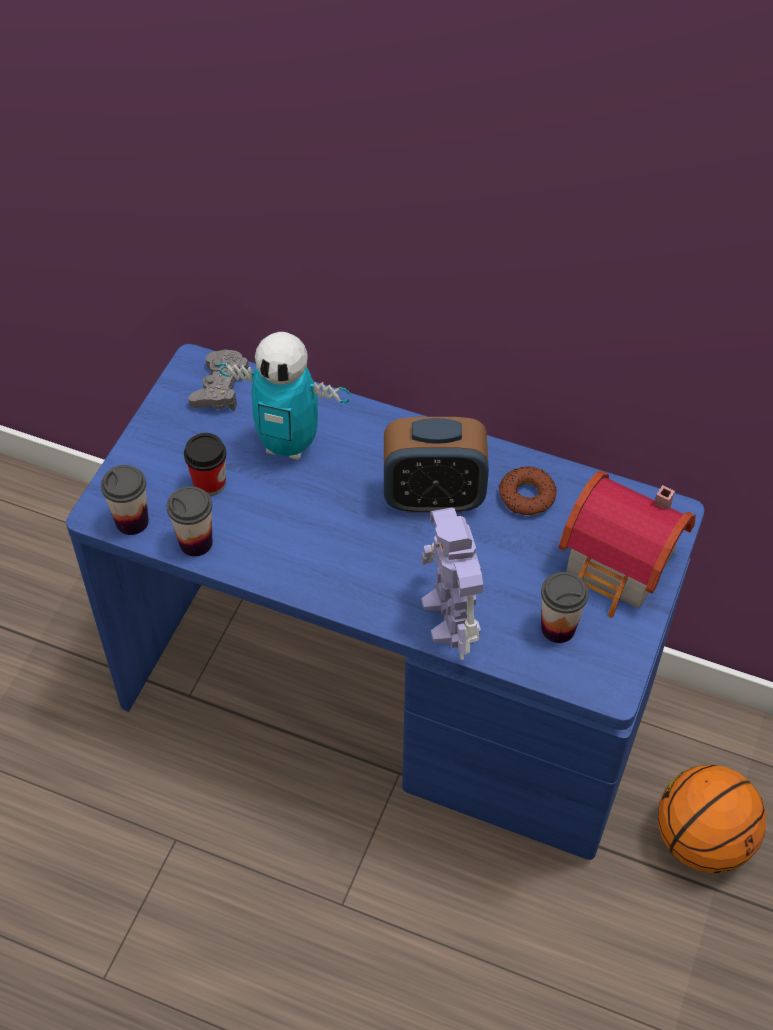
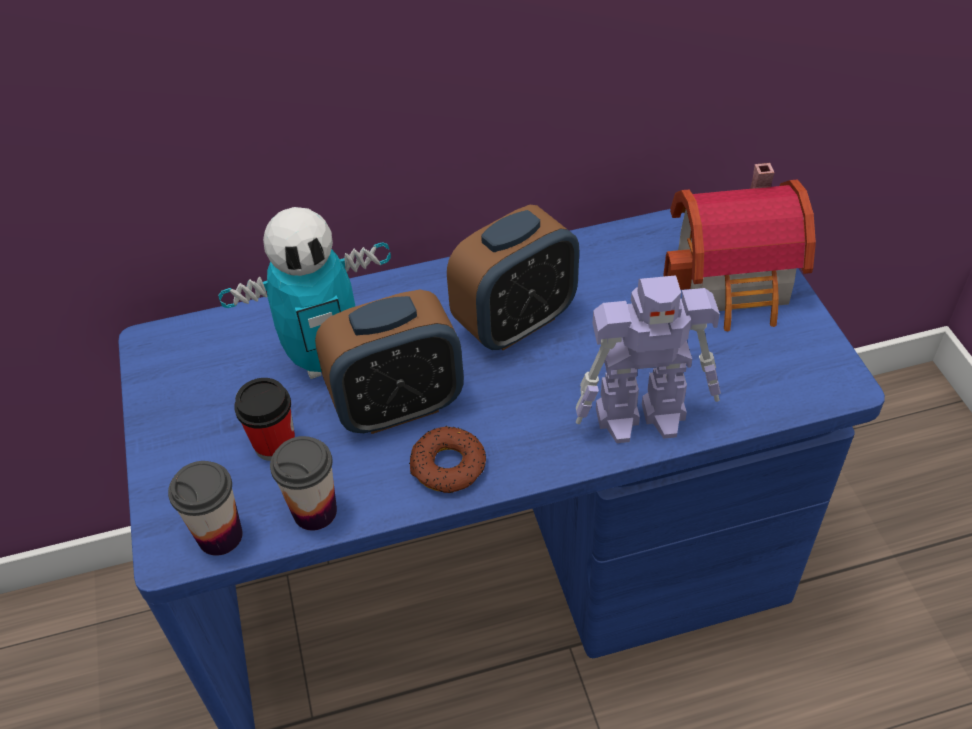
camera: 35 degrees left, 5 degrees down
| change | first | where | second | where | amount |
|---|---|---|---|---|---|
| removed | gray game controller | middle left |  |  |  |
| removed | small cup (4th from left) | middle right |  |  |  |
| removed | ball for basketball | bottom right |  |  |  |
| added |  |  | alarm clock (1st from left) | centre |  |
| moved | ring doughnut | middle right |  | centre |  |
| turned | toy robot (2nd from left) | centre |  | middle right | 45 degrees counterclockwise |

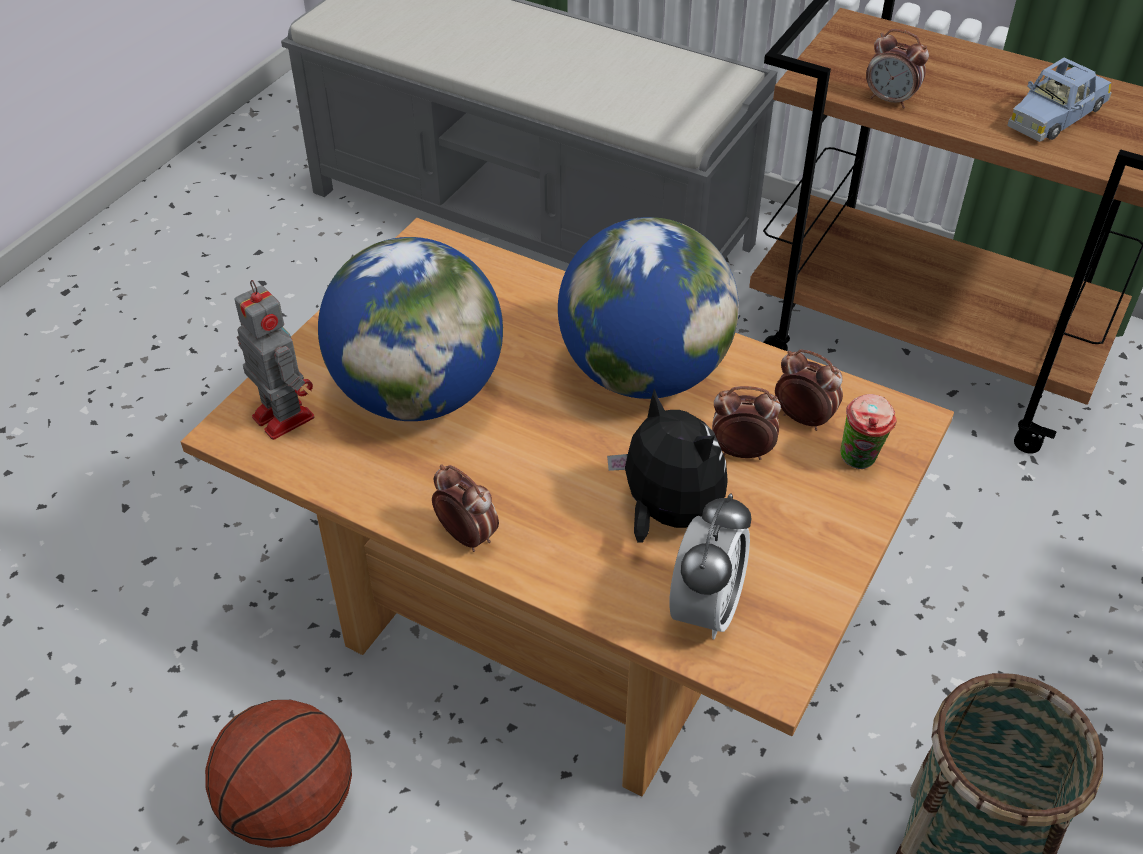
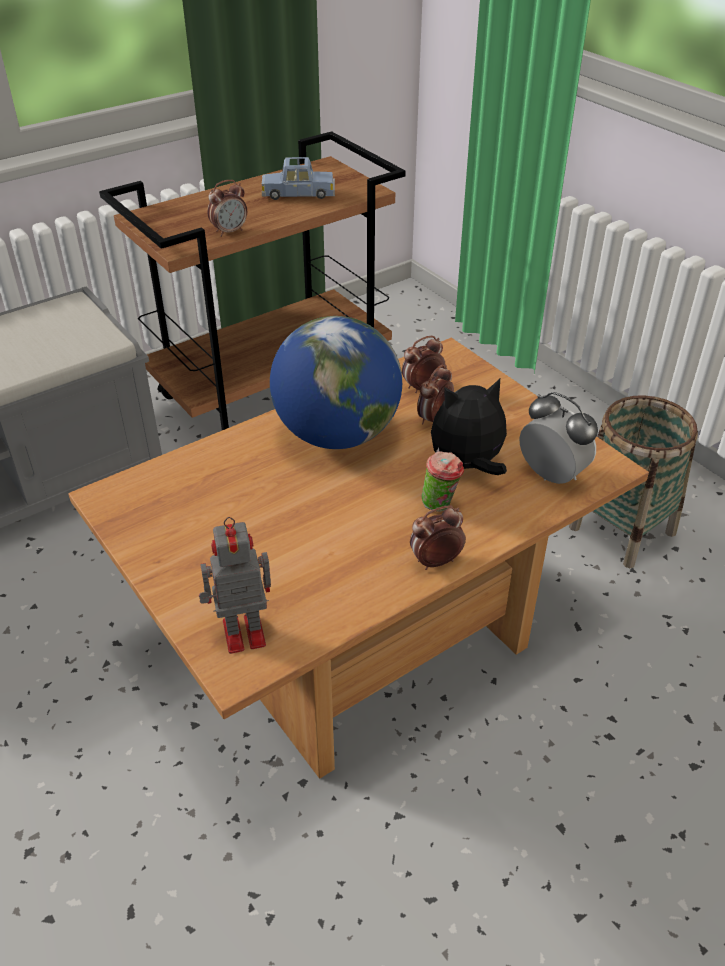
camera: 65 degrees left, 5 degrees down
| change | first | where | second | where | amount |
|---|---|---|---|---|---|
| removed | ball for basketball | bottom left |  |  |  |
| removed | desk globe (1st from left) | centre |  |  |  |
| moved | small cup | middle right |  | centre |  |
| turned | blue toy car | top right |  | top centre | 105 degrees clockwise |

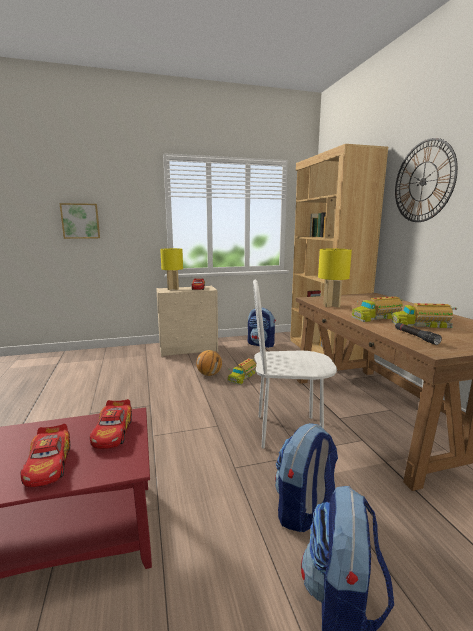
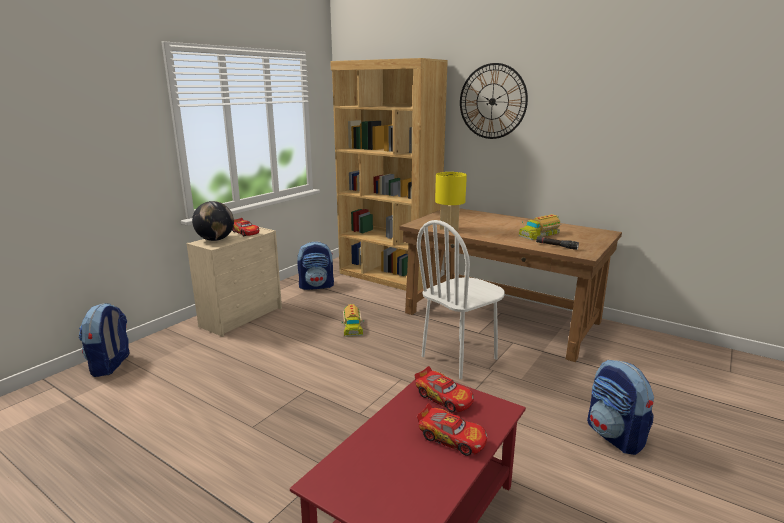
camera: 40 degrees left, 5 degrees up
| change | first | where | second | where | amount |
|---|---|---|---|---|---|
| removed | wall picture | middle left |  |  |  |
| removed | ball for basketball | centre |  |  |  |
| removed | toy truck (2nd from left) | middle right |  |  |  |
| moved | rucksack (2nd from left in the first image) | bottom centre | rucksack (1st from left) | middle left |  |
| replaced | yellow-coloured table lamp (1st from left) | centre | desk globe | middle left |  |

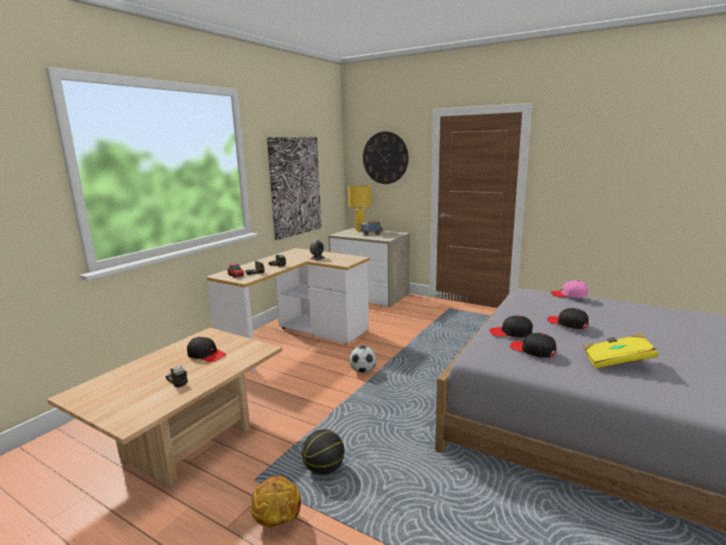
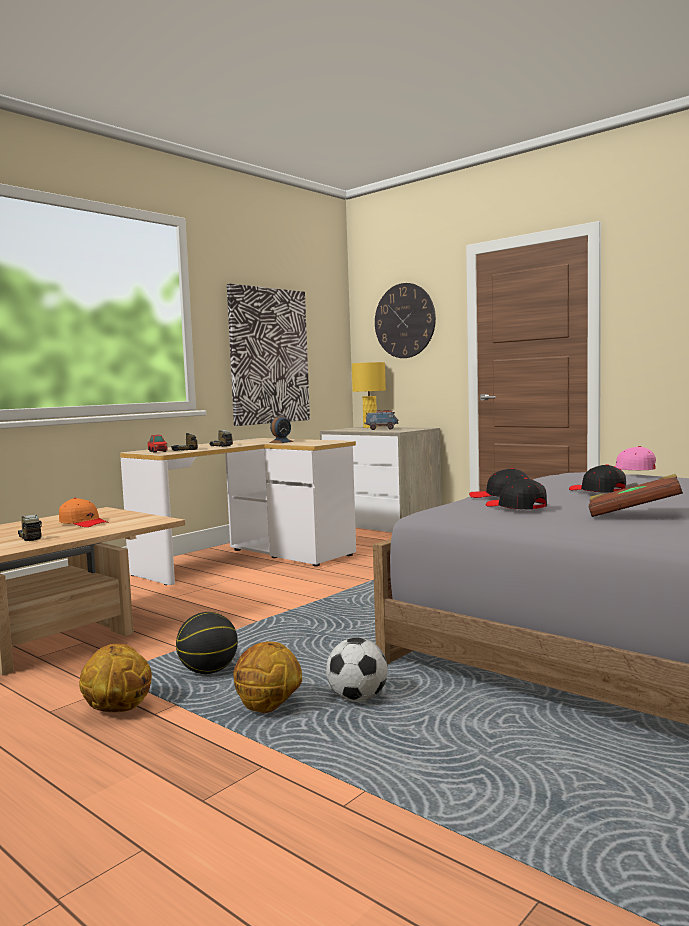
camera: 10 degrees right, 10 degrees down
| change | first | where | second | where | amount |
|---|---|---|---|---|---|
| added |  |  | ball for basketball (3rd from left) | bottom centre |  |
| moved | ball for football | centre |  | bottom centre |  |
| recoloured | black cap (1st from left) | middle left | orangey cap | middle left |  |
| recoloured | yellow-coloured bound book | middle right | brown bound book | middle right |  |

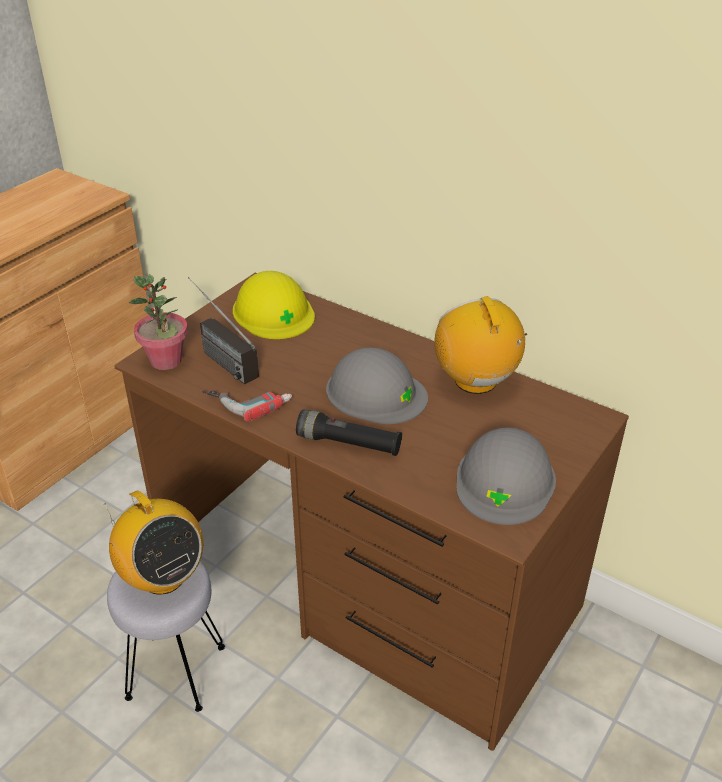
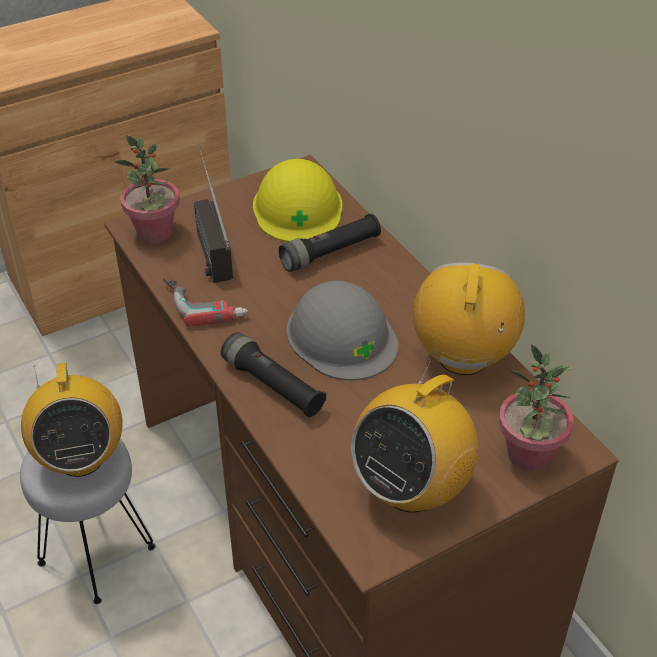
camera: 25 degrees right, 5 degrees up
| change | first | where | second | where | amount |
|---|---|---|---|---|---|
| added |  |  | black torch (2nd from left) | centre |  |
| added |  |  | potted plant (2nd from left) | middle right |  |
| replaced | gray hard hat (2nd from left) | middle right | radio set (3rd from left) | centre |  |

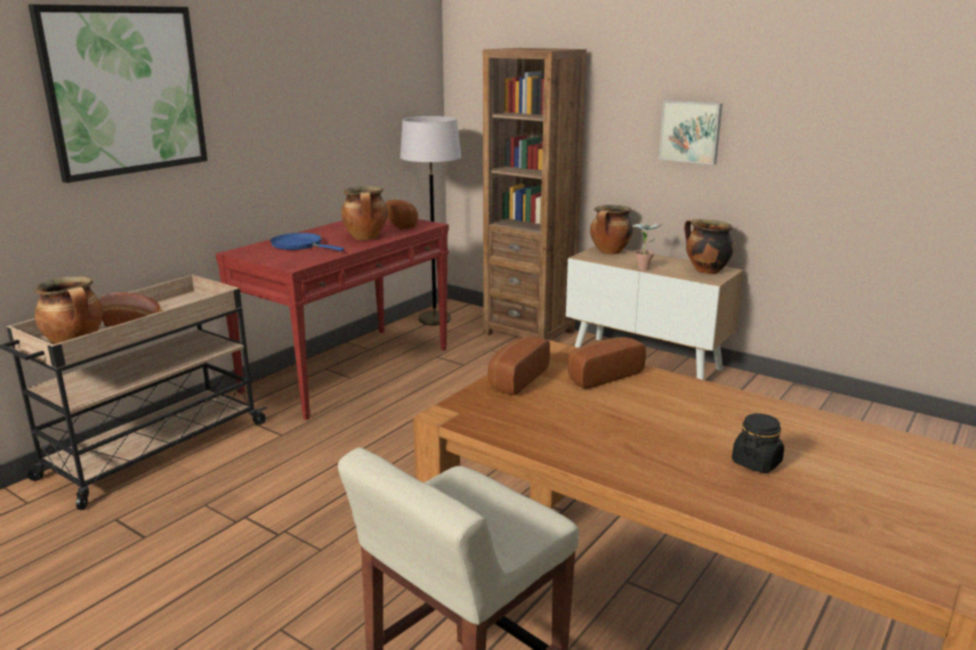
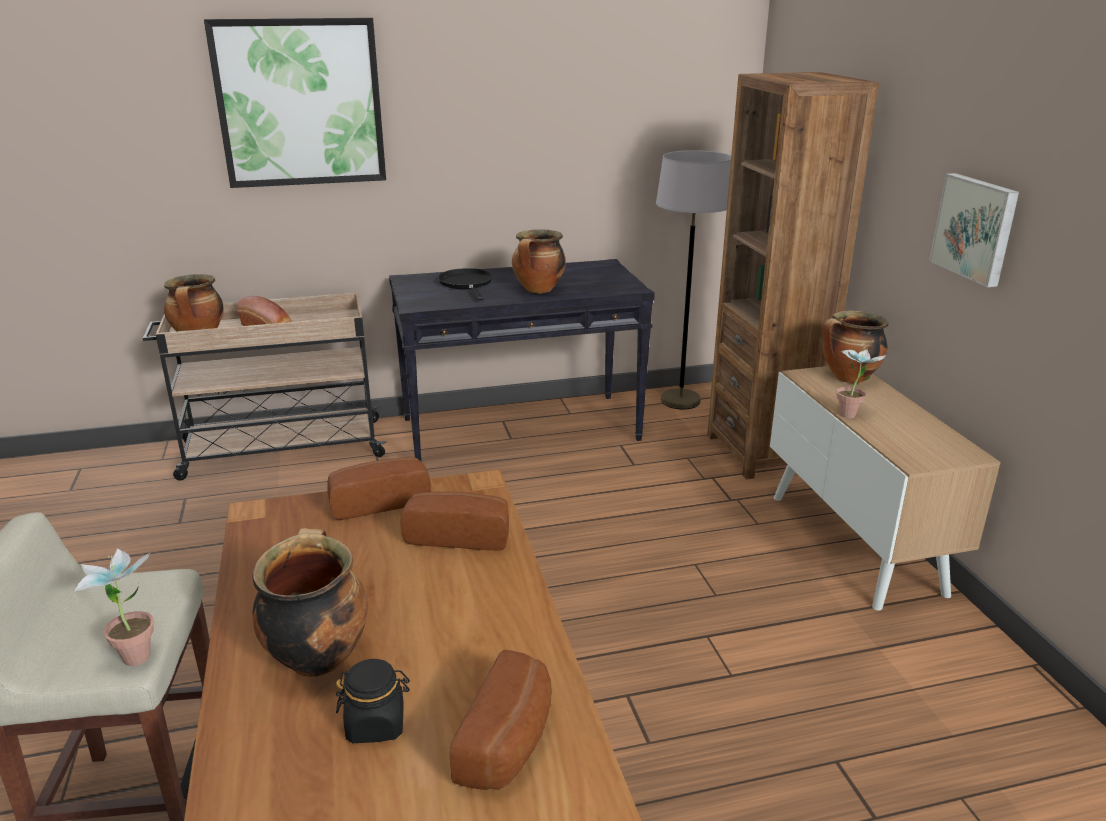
camera: 40 degrees right, 5 degrees up
| change | first | where | second | where | amount |
|---|---|---|---|---|---|
| added |  |  | potted plant (1st from left) | bottom left |  |
| moved | bakery bread (2nd from left in the first image) | top centre | bakery bread (4th from left) | bottom centre |  |
| moved | saucepot (4th from left in the first image) | middle right | saucepot (2nd from left) | bottom left |  |
| recoloured | red hall table | centre | black hall table | centre |  |
| recoloured | blue frying pan | middle left | black frying pan | centre |  |

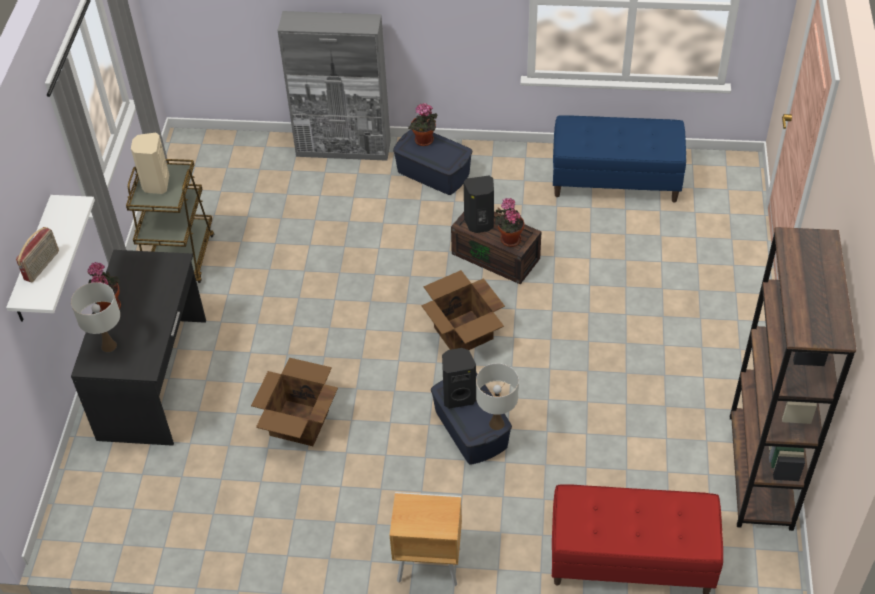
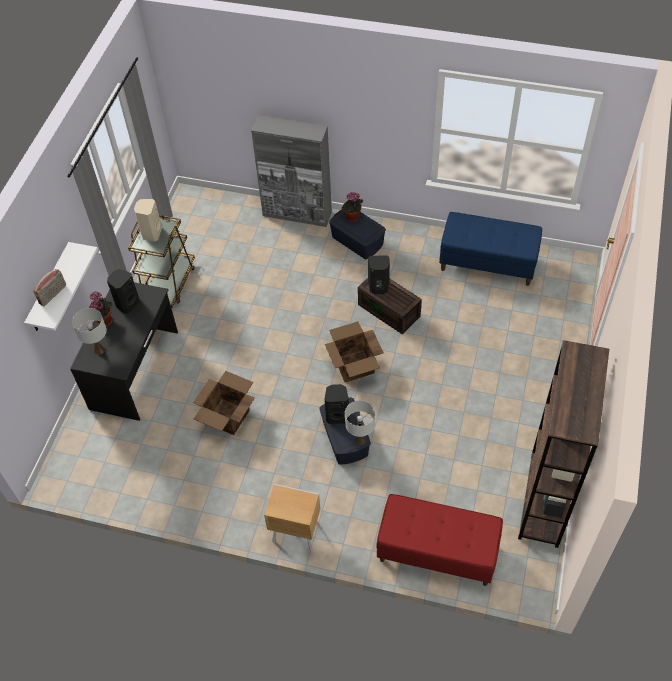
camera: 10 degrees right, 5 degrees up
| change | first | where | second | where | amount |
|---|---|---|---|---|---|
| removed | potted plant (3rd from left) | centre |  |  |  |
| added |  |  | black audio speaker (1st from left) | middle left |  |

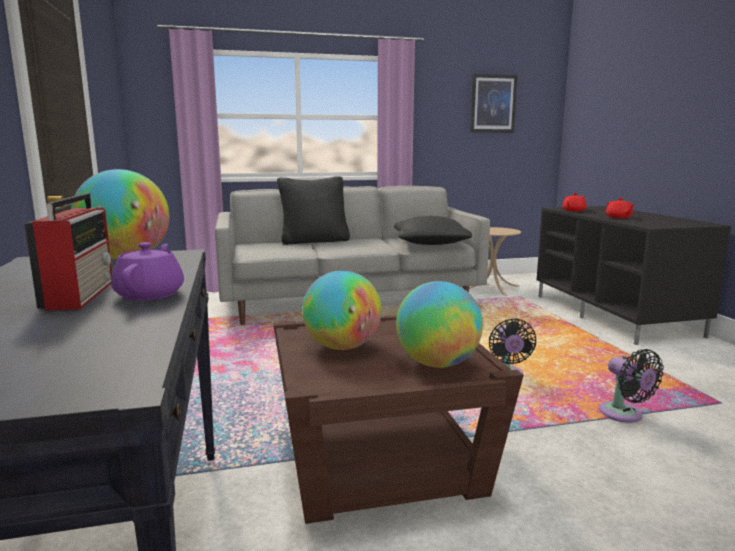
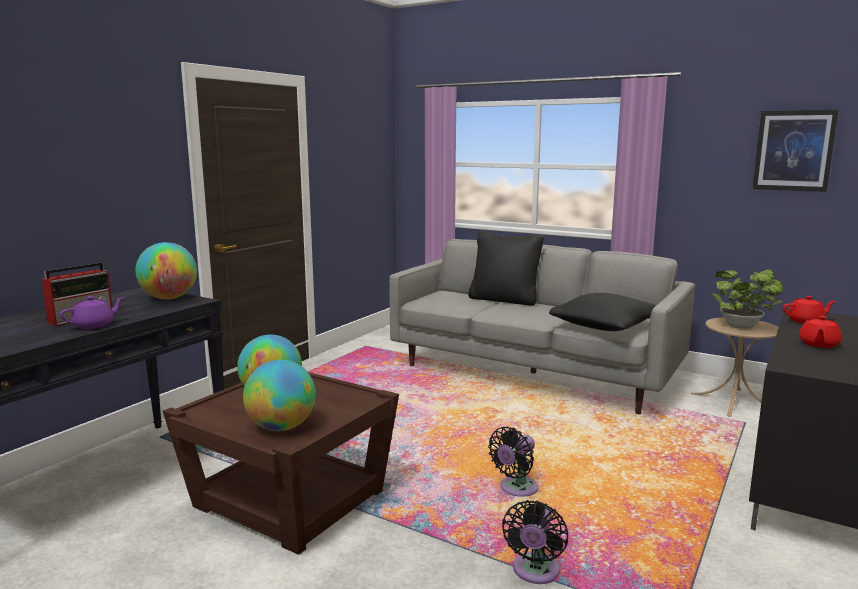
camera: 45 degrees right, 0 degrees up
| change | first | where | second | where | amount |
|---|---|---|---|---|---|
| added |  |  | potted plant | middle right |  |

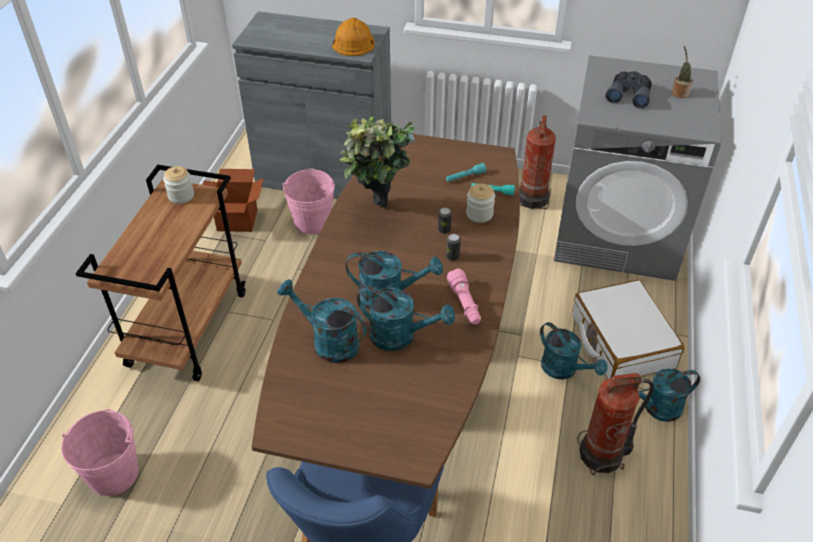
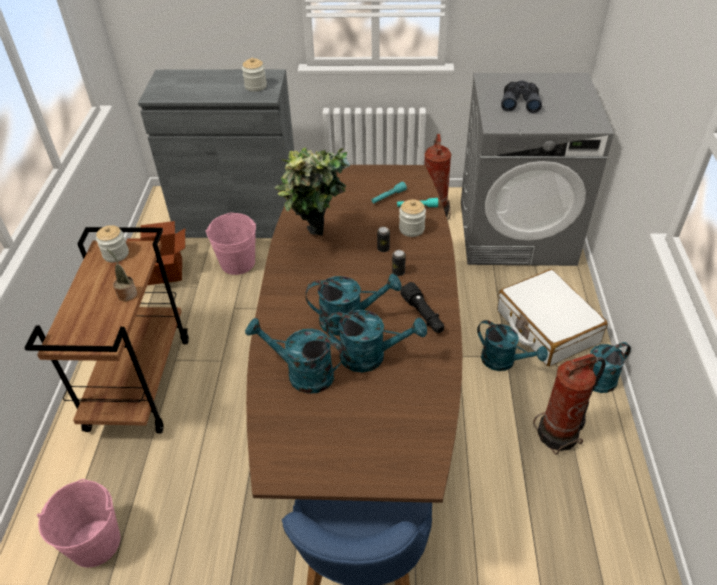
camera: 10 degrees left, 0 degrees up
| change | first | where | second | where | amount |
|---|---|---|---|---|---|
| moved | potted plant (2nd from left in the first image) | top right | potted plant (1st from left) | middle left |  |
| replaced | orangey hard hat | top centre | preserve jar (2nd from left) | top centre |  |
| recoloured | pink torch | centre | black torch | centre |  |

